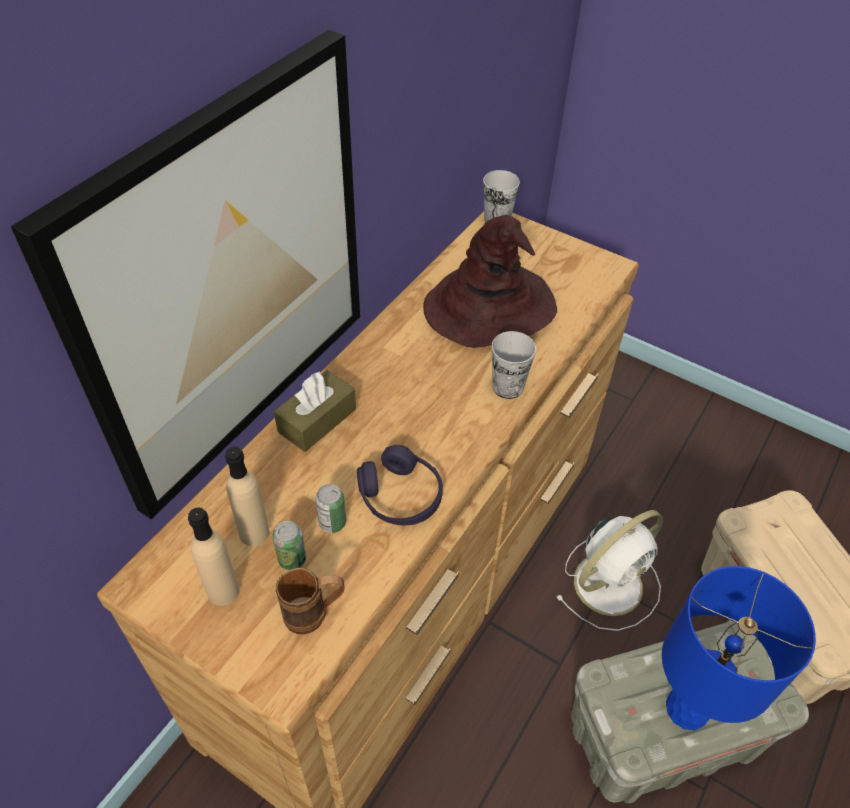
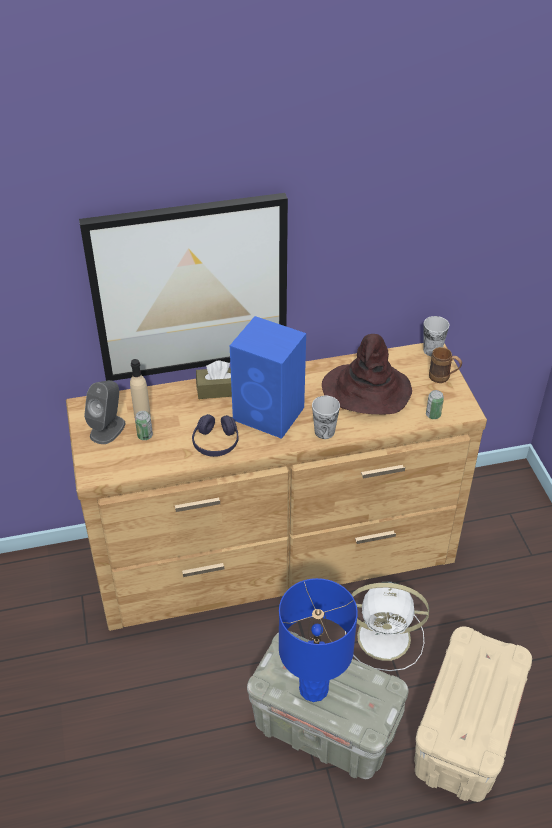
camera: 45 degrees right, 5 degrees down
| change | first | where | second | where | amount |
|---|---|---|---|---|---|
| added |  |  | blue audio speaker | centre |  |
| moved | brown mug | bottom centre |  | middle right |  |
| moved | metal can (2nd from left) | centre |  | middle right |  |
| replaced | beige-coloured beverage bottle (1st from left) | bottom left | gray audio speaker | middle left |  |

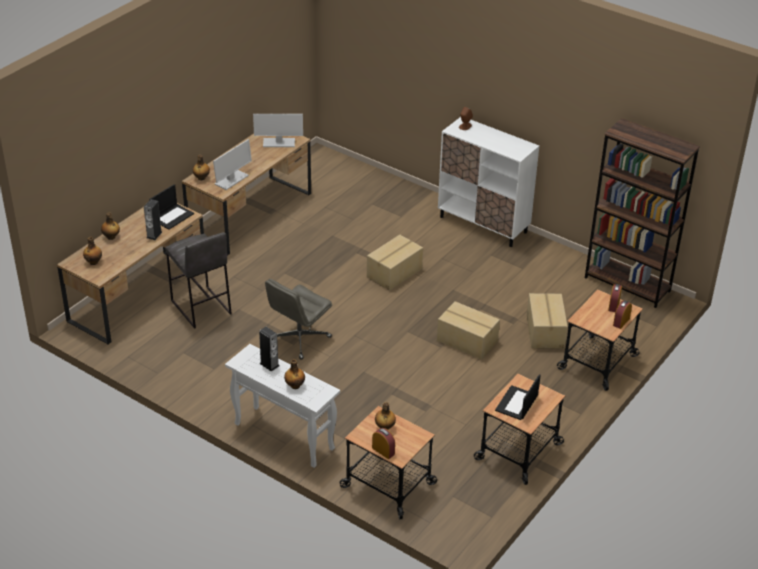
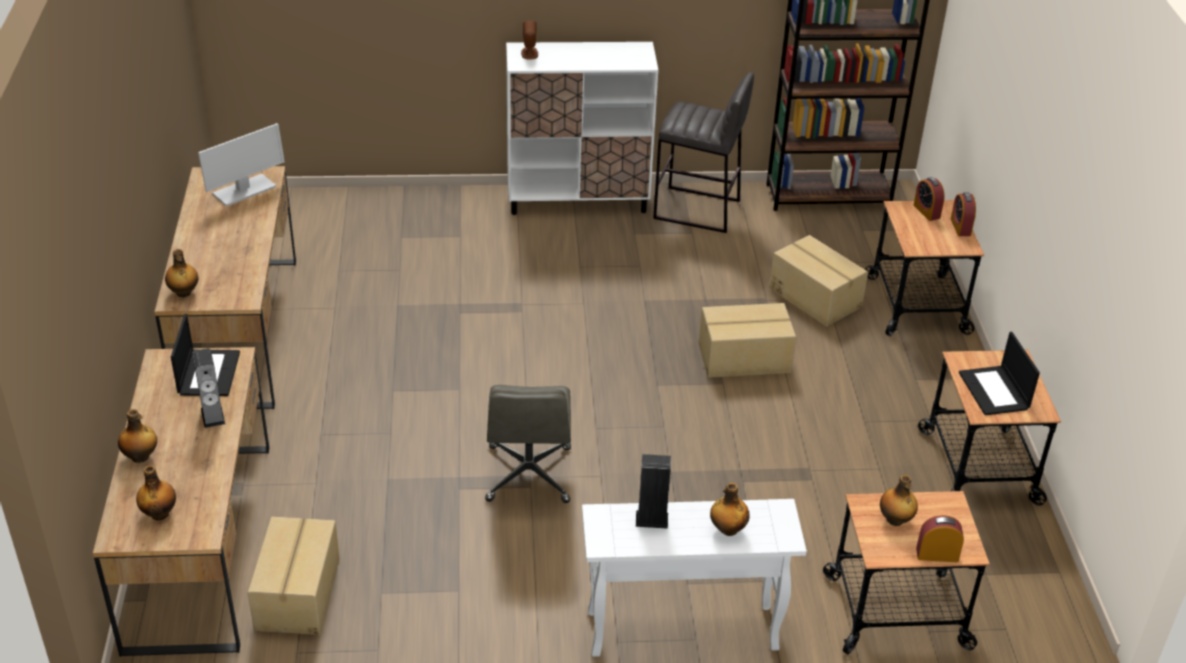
camera: 40 degrees left, 0 degrees up
| change | first | where | second | where | amount |
|---|---|---|---|---|---|
| removed | computer screen (1st from left) | top left |  |  |  |
| moved | gray stool seat | middle left |  | top centre |  |
| moved | carton (1st from left) | centre |  | bottom left |  |

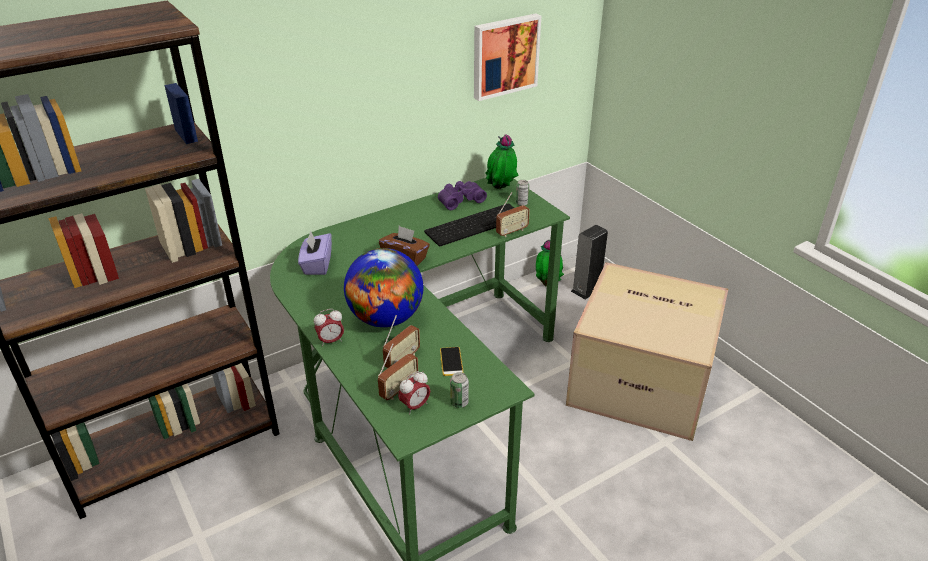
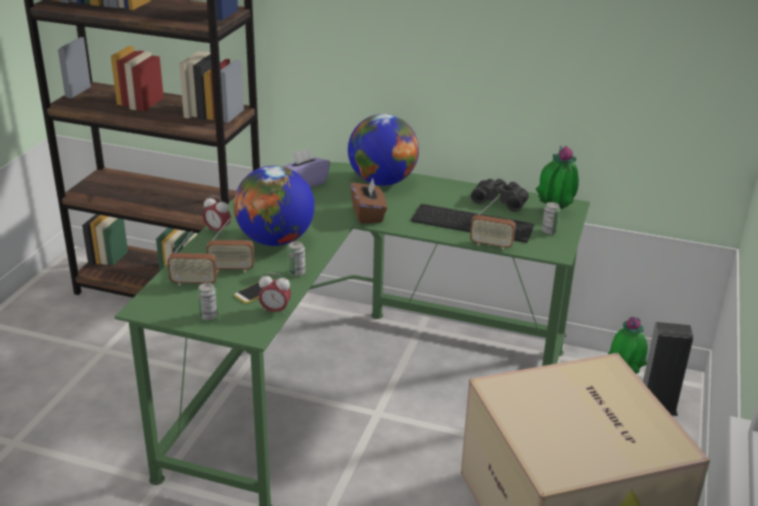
camera: 50 degrees right, 5 degrees down
| change | first | where | second | where | amount |
|---|---|---|---|---|---|
| removed | wall picture | top centre |  |  |  |
| added |  |  | metal can (2nd from left) | centre |  |
| added |  |  | desk globe (2nd from left) | top centre |  |
| moved | alarm clock (2nd from left) | bottom centre |  | centre |  |
| recoloured | purplish binoculars | centre | black binoculars | centre |  |

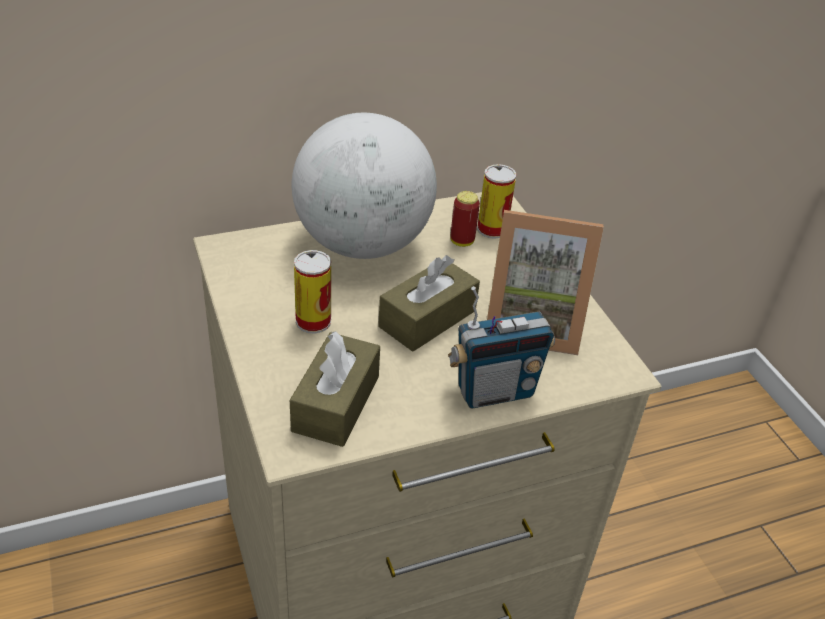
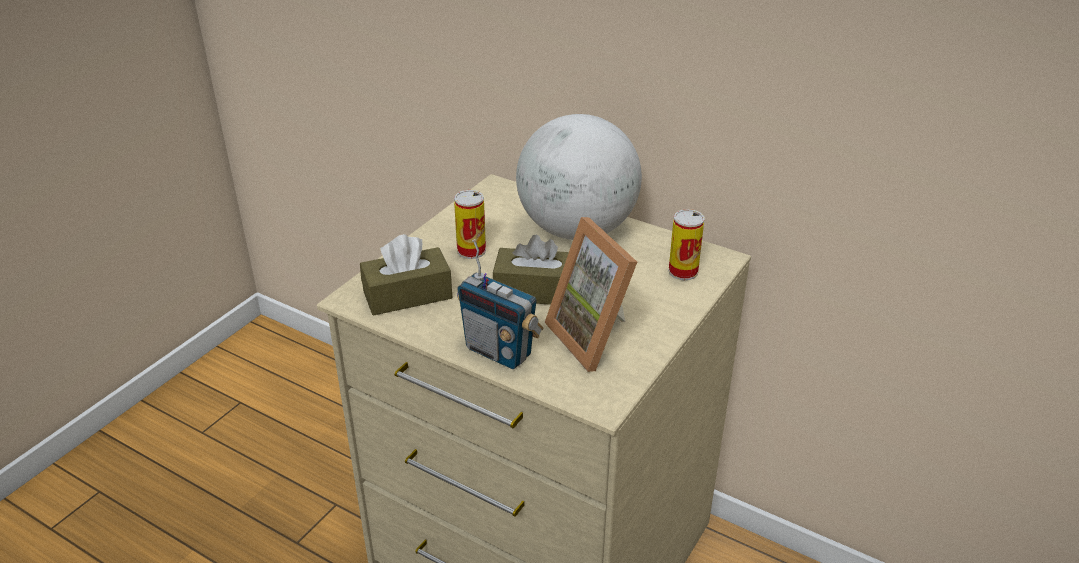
camera: 55 degrees right, 5 degrees down
| change | first | where | second | where | amount |
|---|---|---|---|---|---|
| removed | metal can (2nd from left) | centre |  |  |  |

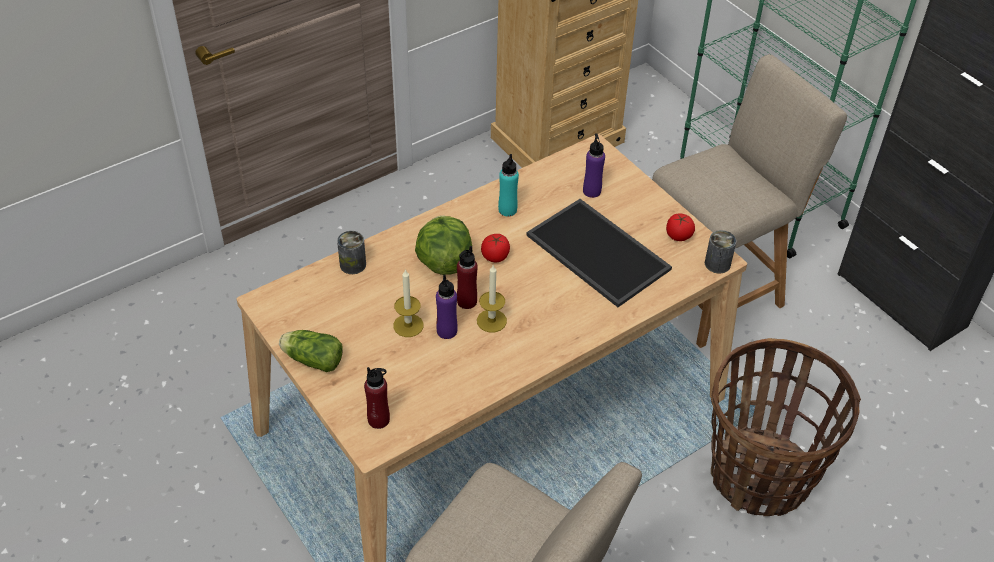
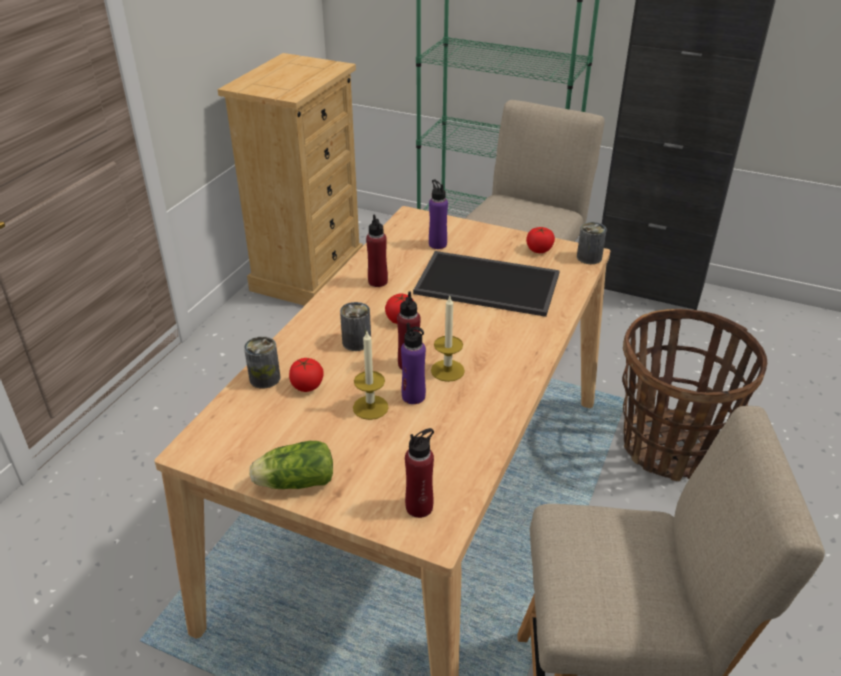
camera: 30 degrees left, 10 degrees down
| change | first | where | second | where | amount |
|---|---|---|---|---|---|
| added |  |  | tomato (1st from left) | centre |  |
| replaced | head of lettuce (2nd from left) | centre | metal can (2nd from left) | centre |  |
| recoloured | turquoise beverage bottle | top centre | red beverage bottle (1st from left) | centre |  |

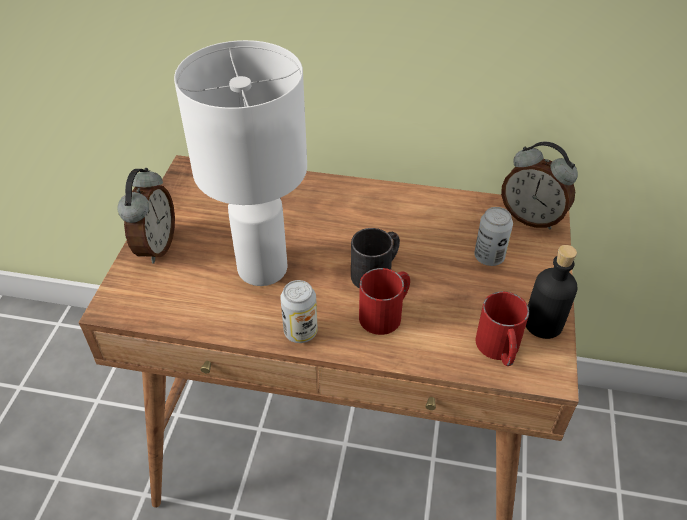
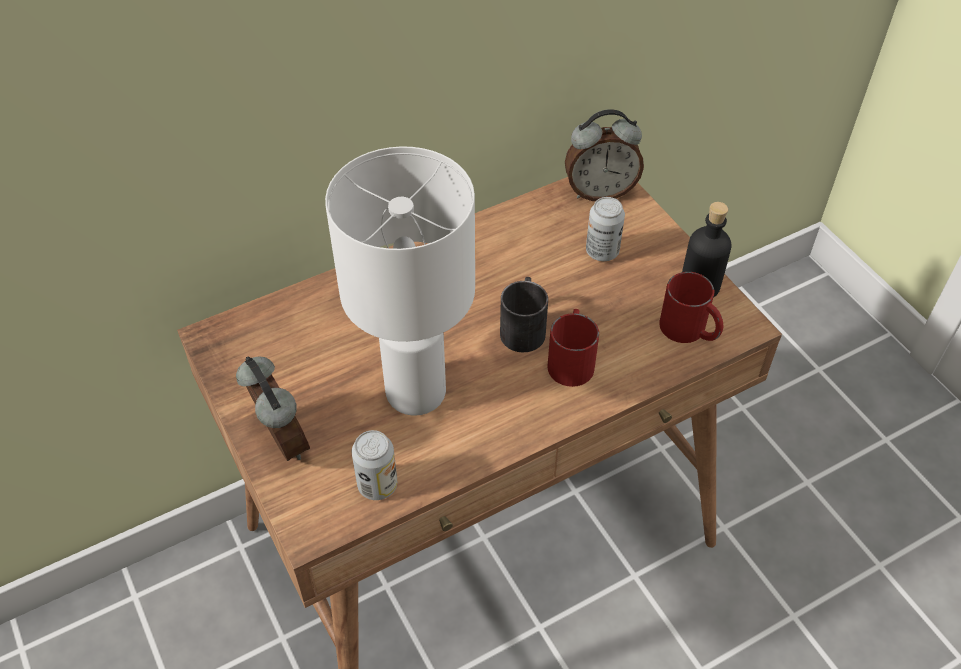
camera: 40 degrees left, 5 degrees up
| change | first | where | second | where | amount |
|---|---|---|---|---|---|
| moved | metal can (1st from left) | centre |  | bottom centre |  |

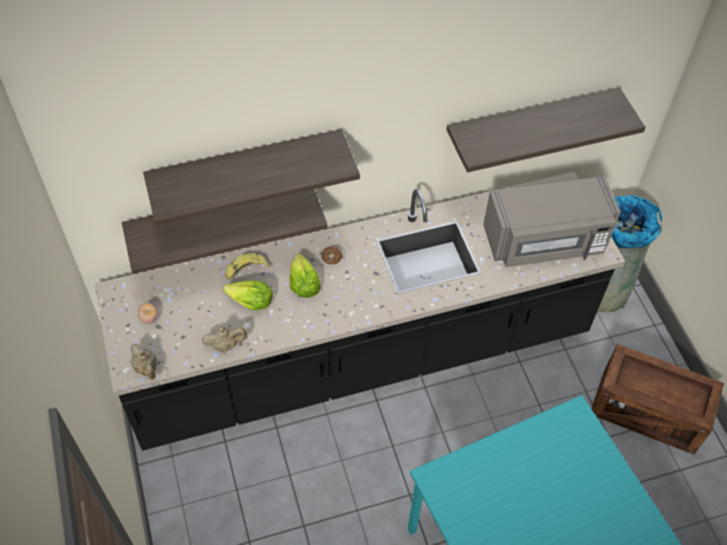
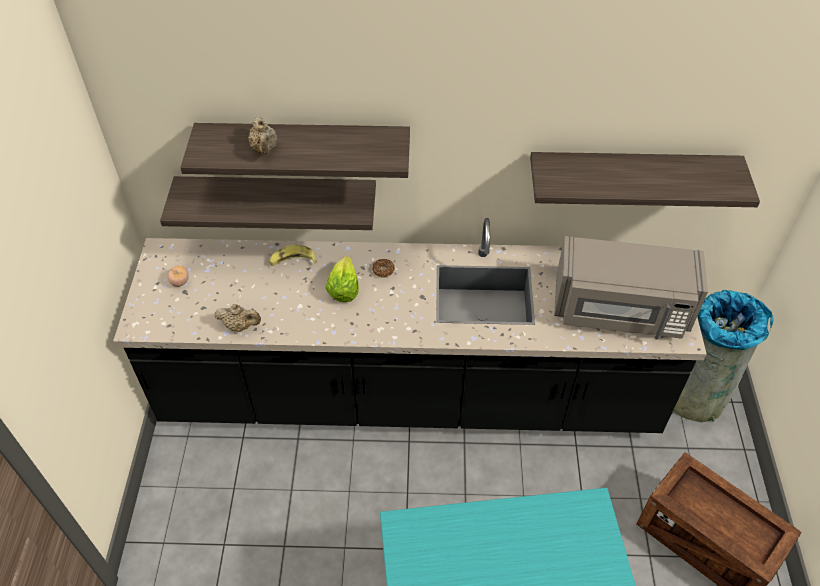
camera: 20 degrees right, 5 degrees down
| change | first | where | second | where | amount |
|---|---|---|---|---|---|
| removed | head of lettuce (1st from left) | centre |  |  |  |
| moved | beige-coloured pot for tea (1st from left in the first image) | middle left | beige-coloured pot for tea (2nd from left) | top left |  |

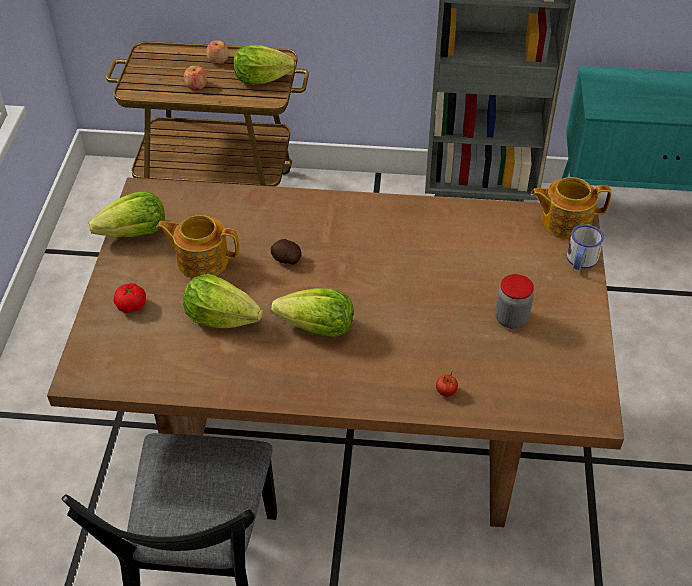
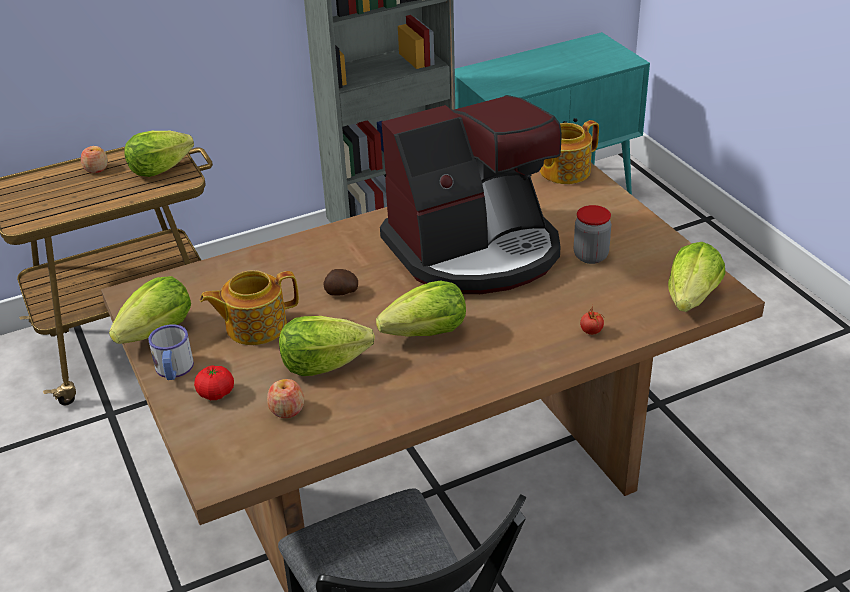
camera: 30 degrees left, 10 degrees down
| change | first | where | second | where | amount |
|---|---|---|---|---|---|
| added |  |  | coffee brewer | top centre |  |
| added |  |  | head of lettuce (5th from left) | middle right |  |
| moved | apple (1st from left in the first image) | top left | apple (2nd from left) | bottom centre |  |
| moved | mug | middle right |  | middle left |  |

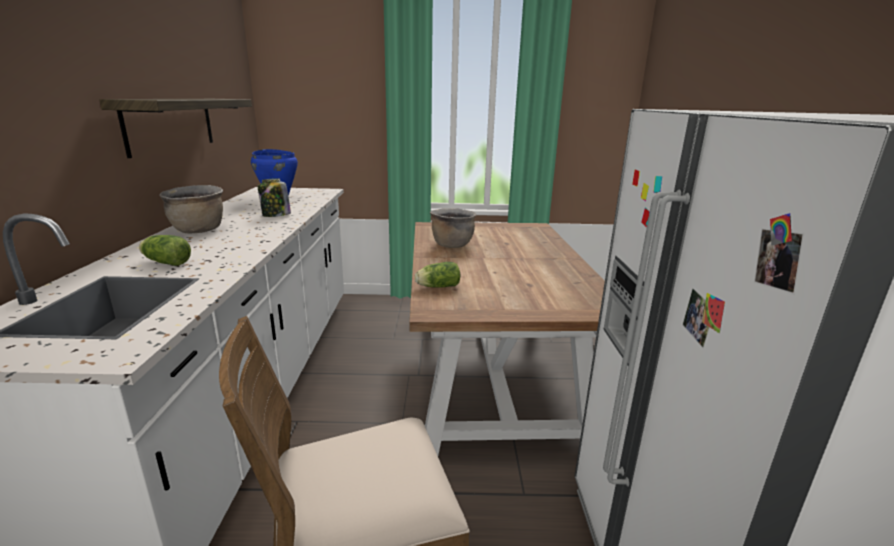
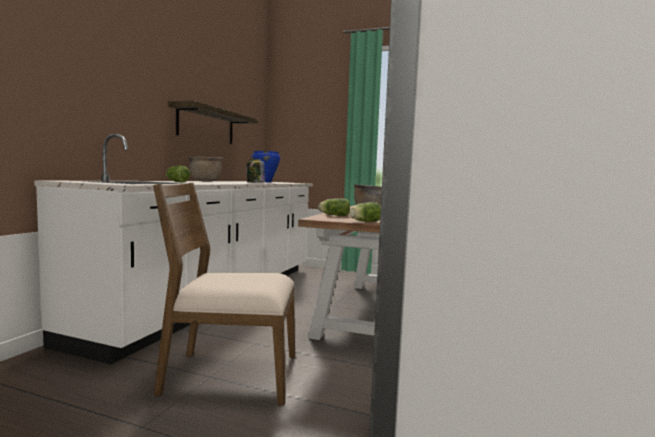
camera: 20 degrees right, 15 degrees down
| change | first | where | second | where | amount |
|---|---|---|---|---|---|
| added |  |  | head of lettuce (3rd from left) | centre |  |

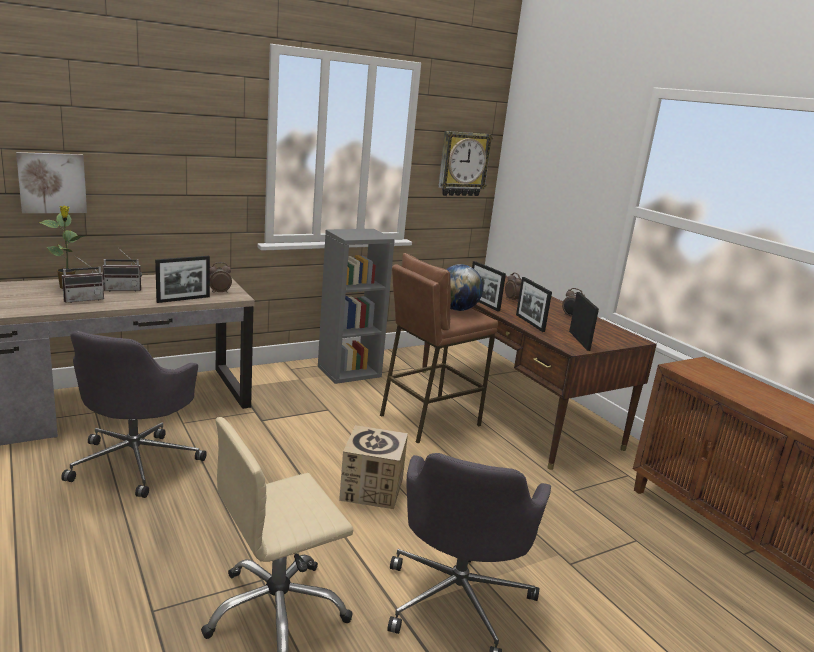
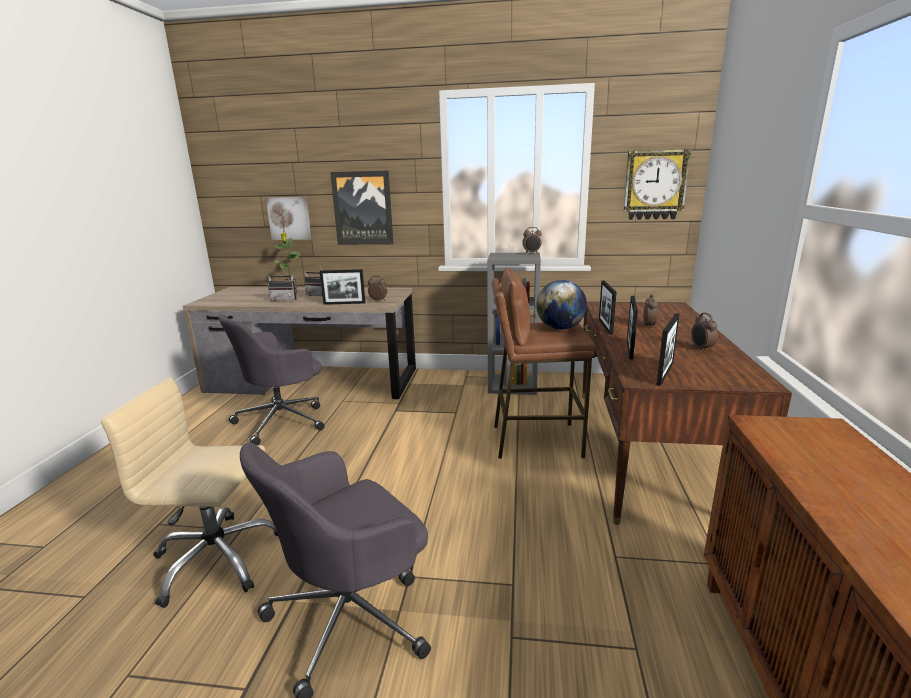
camera: 40 degrees right, 0 degrees up
| change | first | where | second | where | amount |
|---|---|---|---|---|---|
| removed | carton | bottom centre |  |  |  |
| added |  |  | wall picture (2nd from left) | top centre |  |
| added |  |  | alarm clock (2nd from left) | centre |  |

